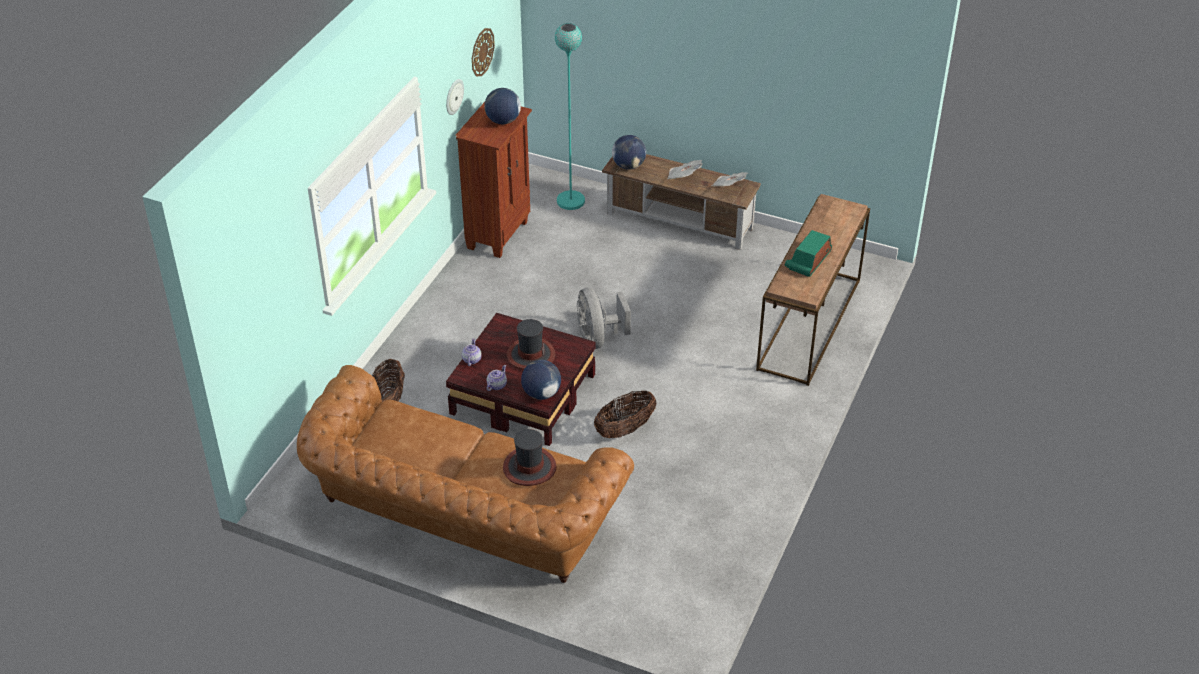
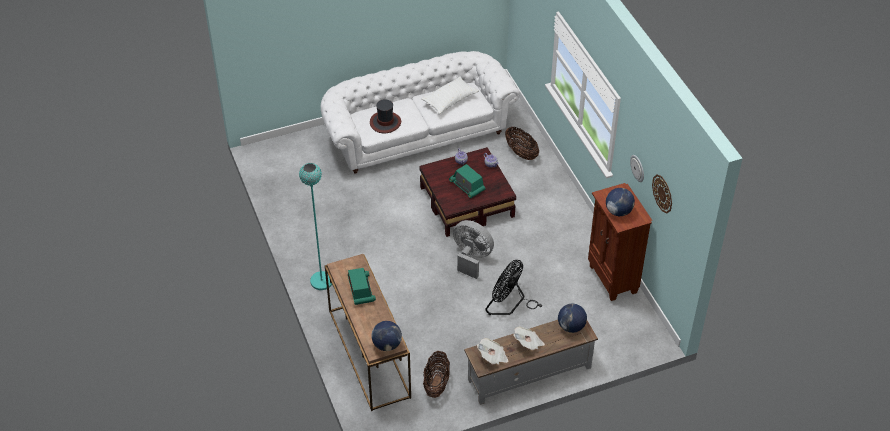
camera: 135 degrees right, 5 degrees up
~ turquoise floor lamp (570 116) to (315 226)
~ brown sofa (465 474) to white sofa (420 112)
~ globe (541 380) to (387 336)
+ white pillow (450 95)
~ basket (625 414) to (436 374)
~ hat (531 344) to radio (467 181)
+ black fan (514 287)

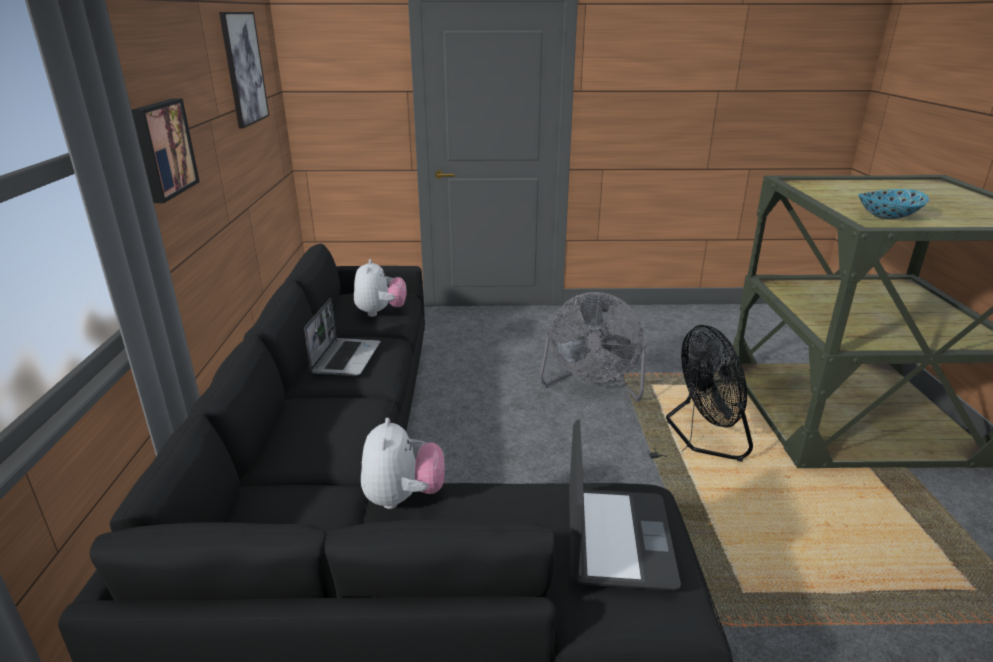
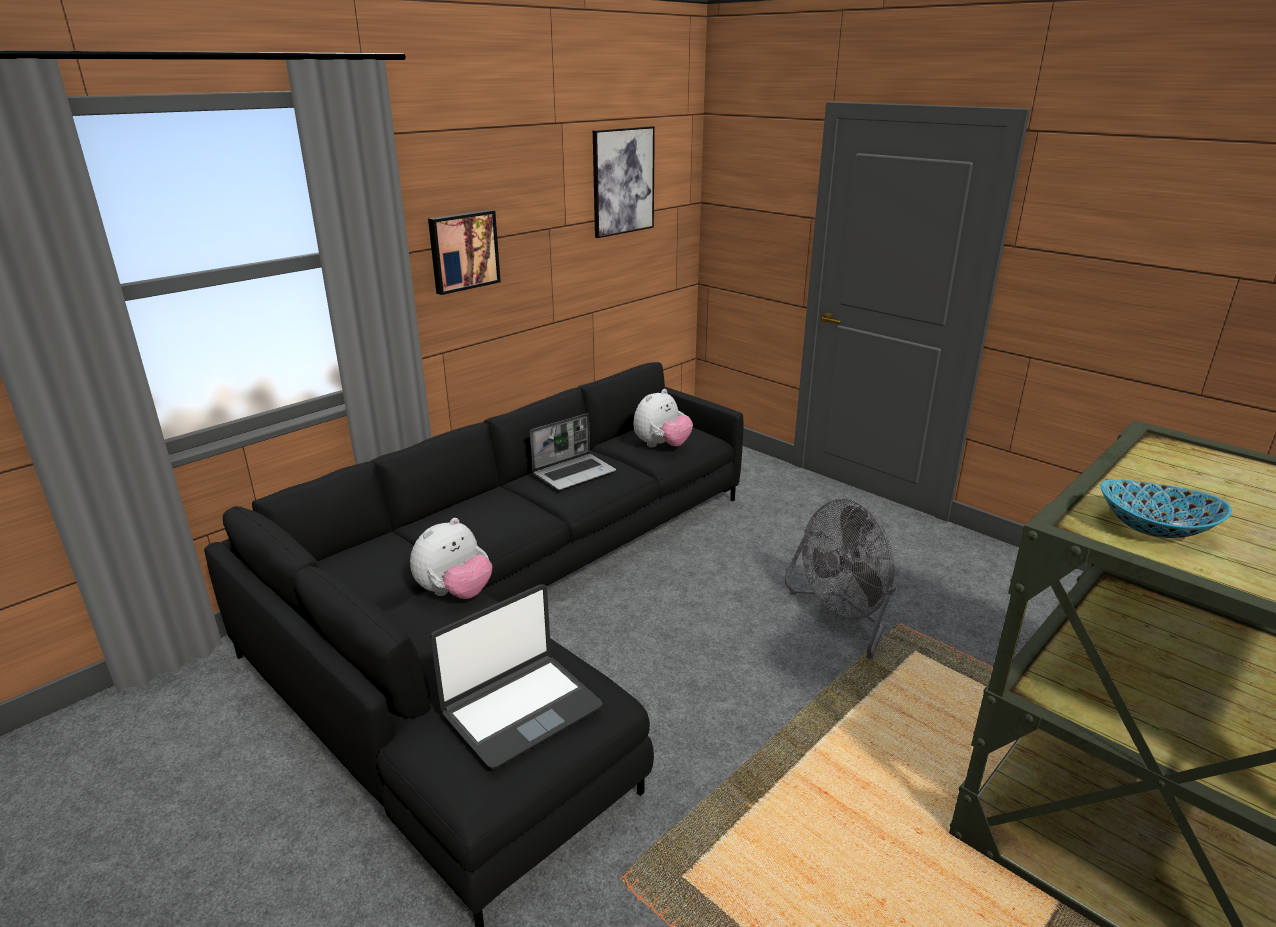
camera: 45 degrees right, 0 degrees up
- black fan (700 393)

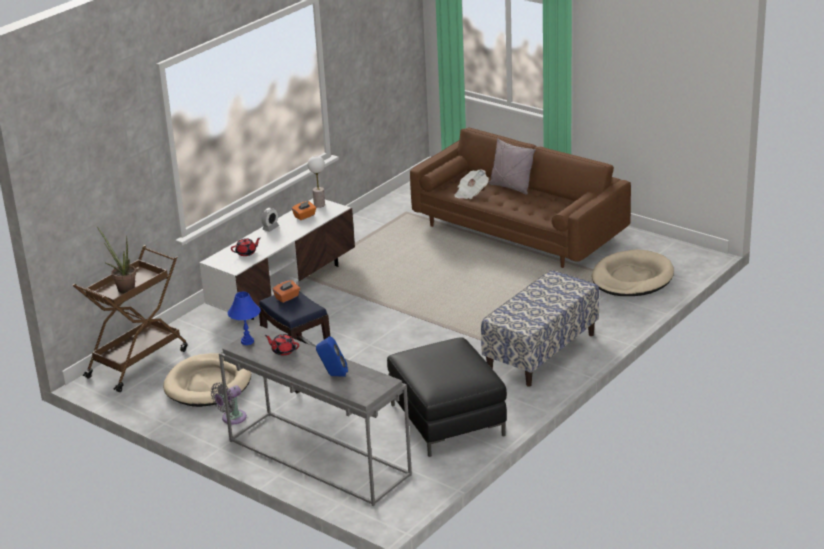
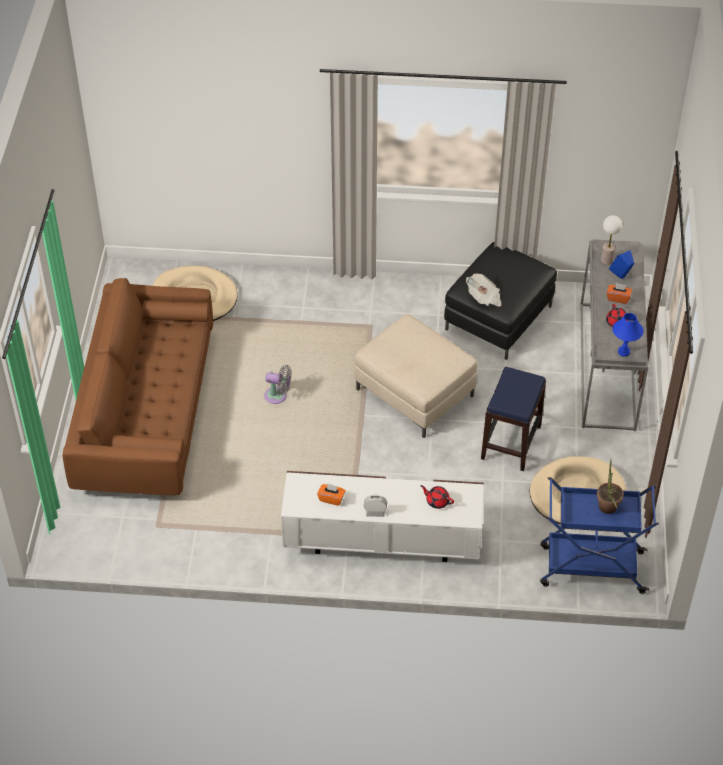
camera: 125 degrees left, 20 degrees up
~ grey fan (229 403) to (278 384)
+ beige ottoman (415 376)
~ newspaper (471 184) to (483 290)
~ brown cart (130 318) to blue cart (599 535)
~ table lamp (316 182) to (611 240)
~ orange tissue box (286 291) to (619 293)
- bench (540 328)
- purple pillow (512 167)

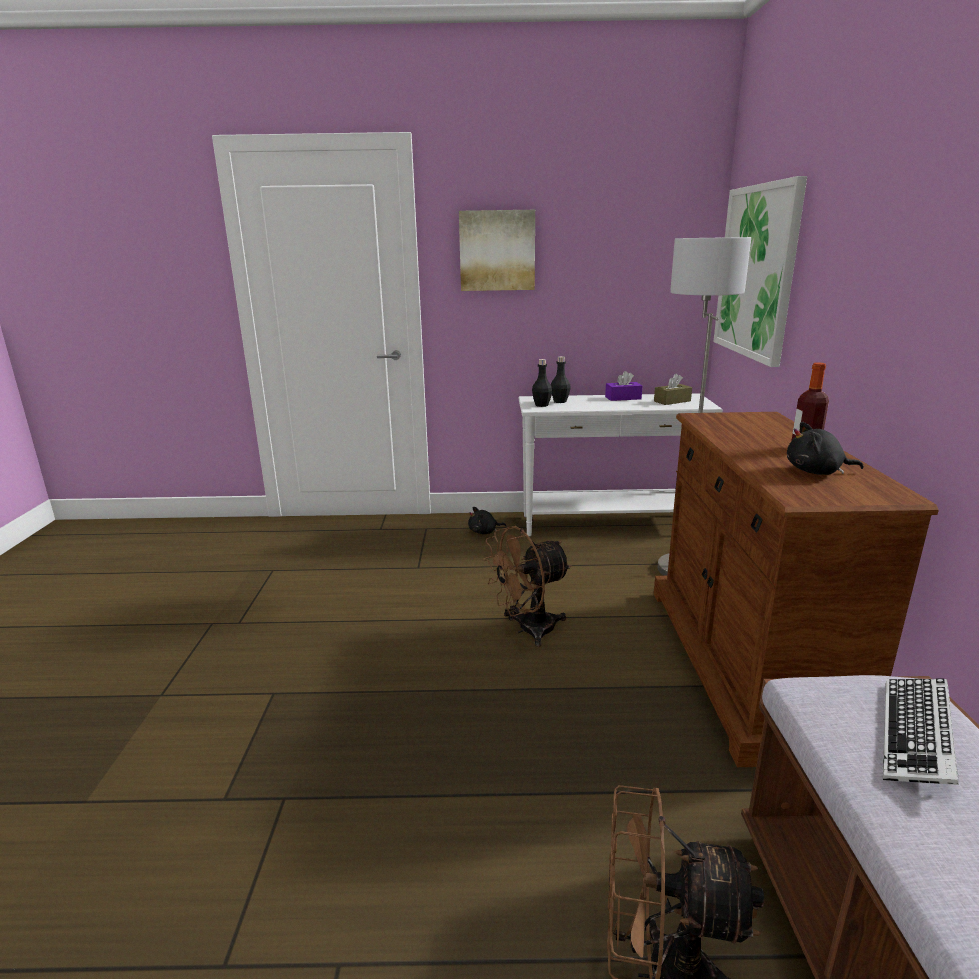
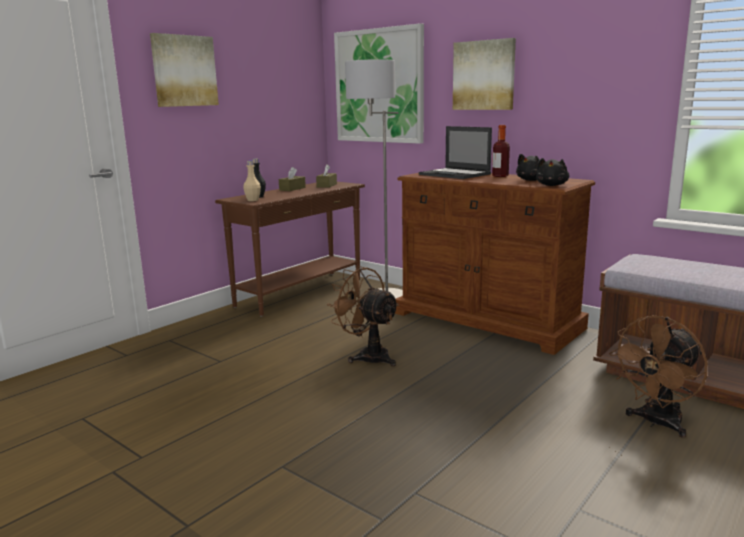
camera: 50 degrees left, 5 degrees down
~ white console table (621 465) to brown console table (290 249)
~ black bottle (542 383) to beige bottle (252 181)
~ purple tissue box (623 386) to brown tissue box (292 179)
~ brown fan (527 586) = (363 316) 120 degrees clockwise
+ laptop (455 152)
+ picture (484 74)
~ black plush toy (487 520) to (552 172)
- keyboard (921 731)

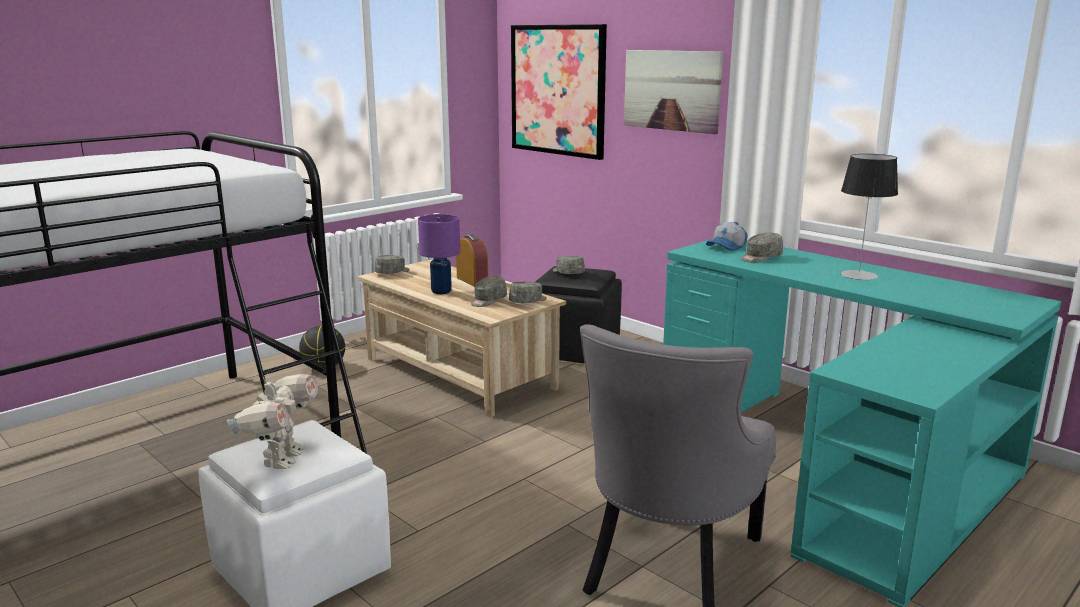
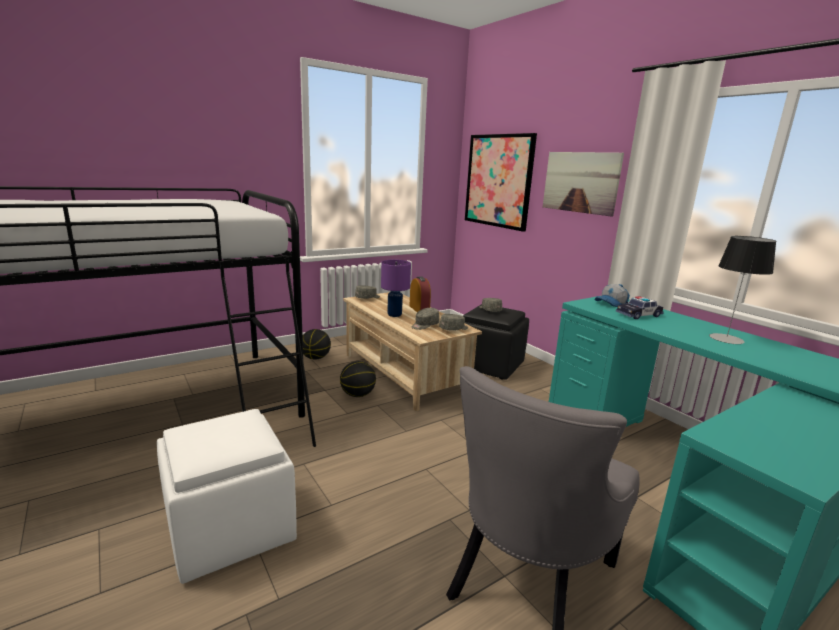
camera: 10 degrees right, 0 degrees up
+ basketball (358 379)
~ grey cap (762 248) to toy car (640 307)
- toy robot (272 421)

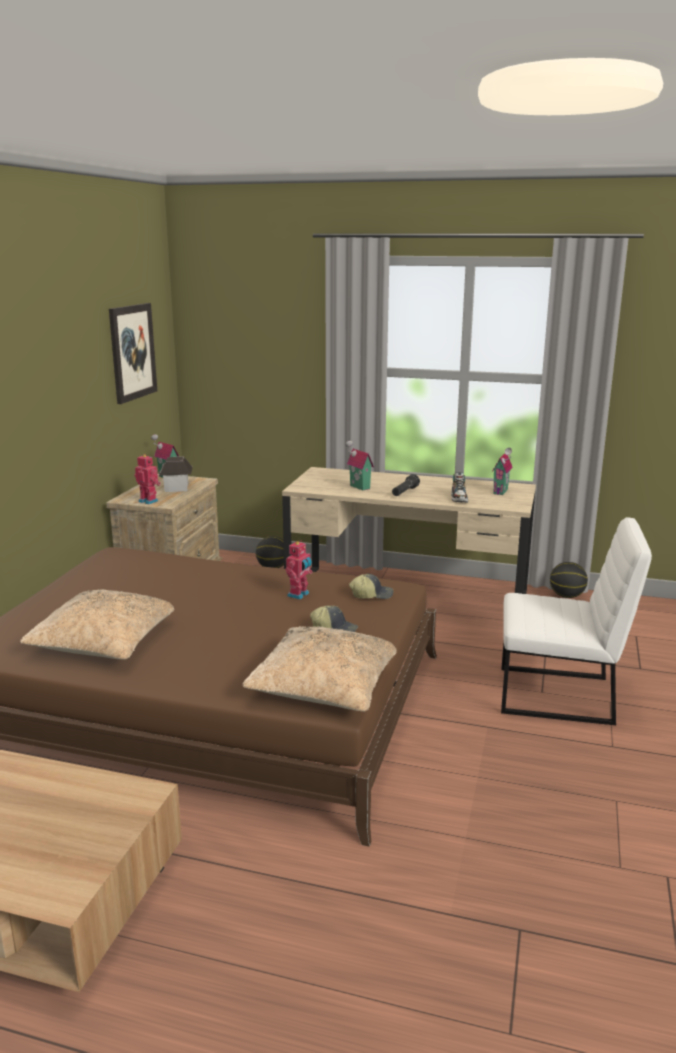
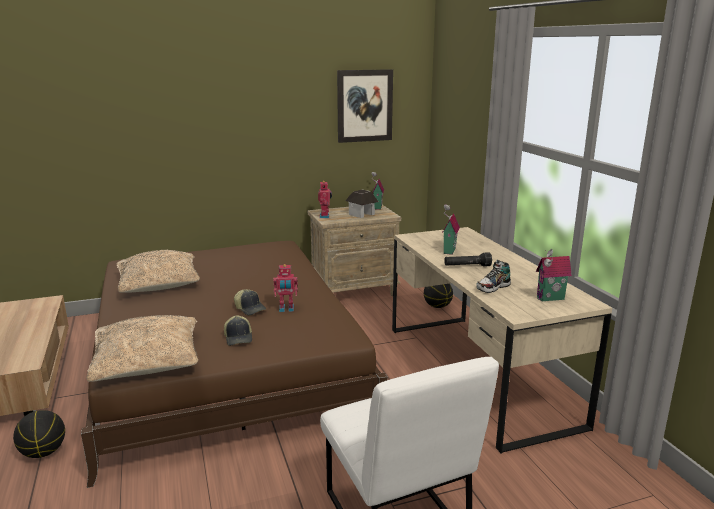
camera: 55 degrees right, 0 degrees up
~ basketball (569 580) to (39 434)
~ cap (371 586) to (250 302)

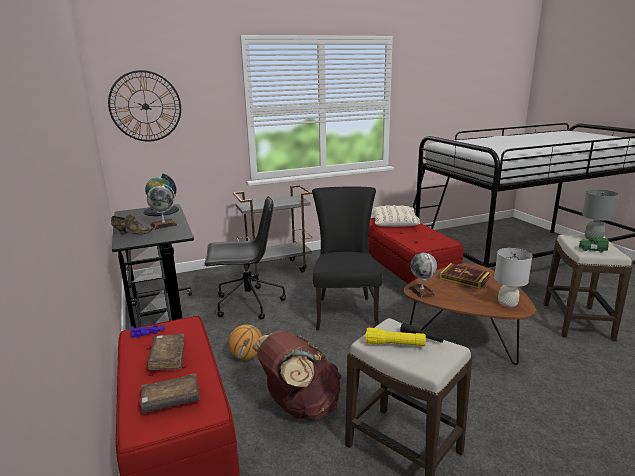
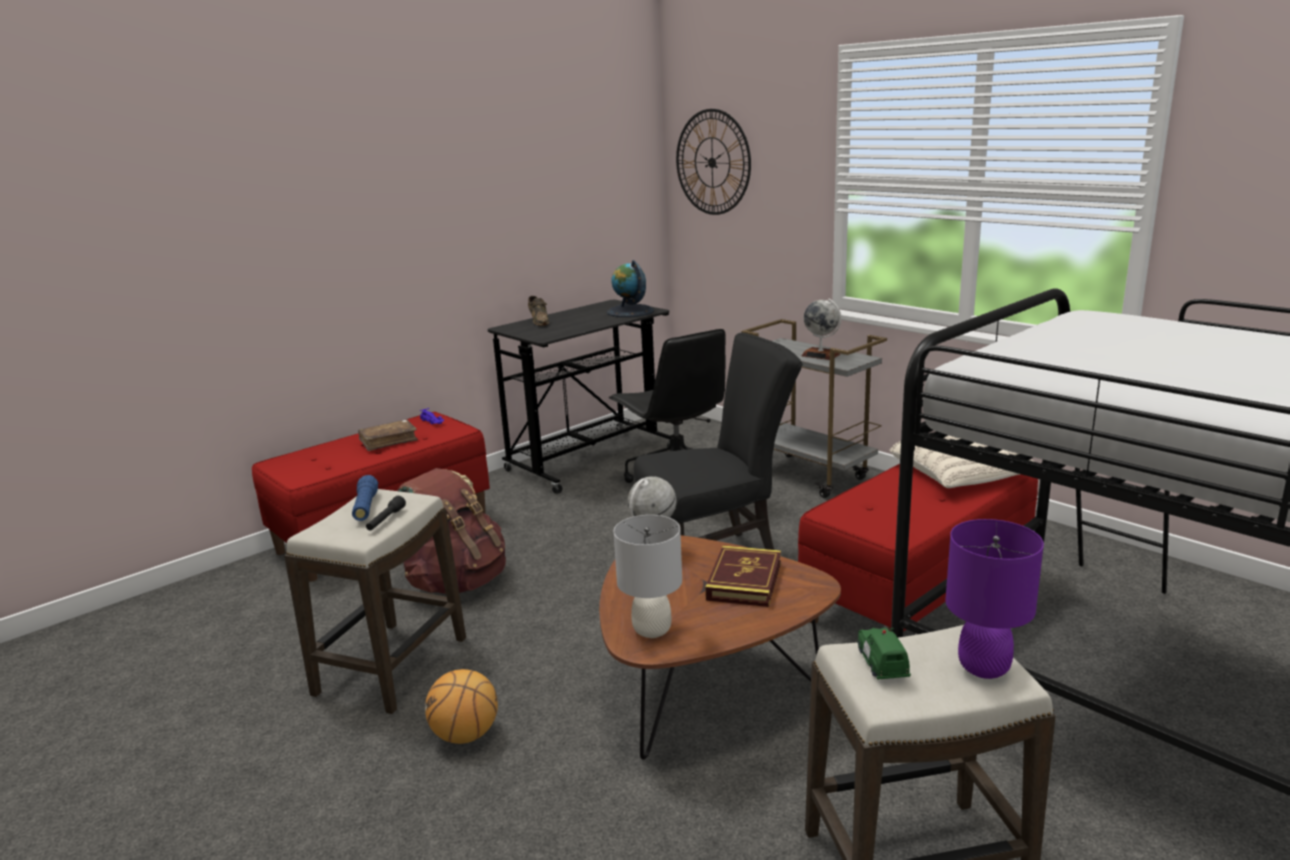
camera: 70 degrees right, 0 degrees up
~ yellow flashlight (395 337) to blue flashlight (365 498)
~ basketball (245 342) to (461 706)
~ globe (162 207) to (821 329)
~ grey table lamp (600 214) to purple table lamp (994 599)
- brown book (170 393)

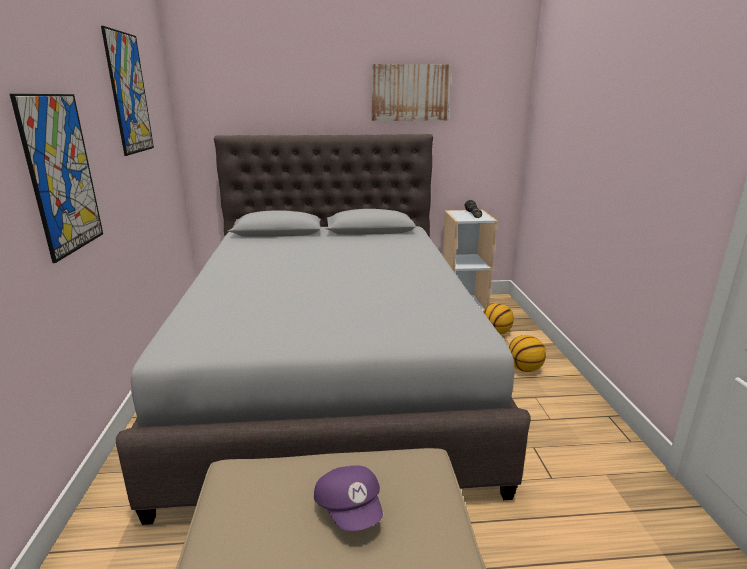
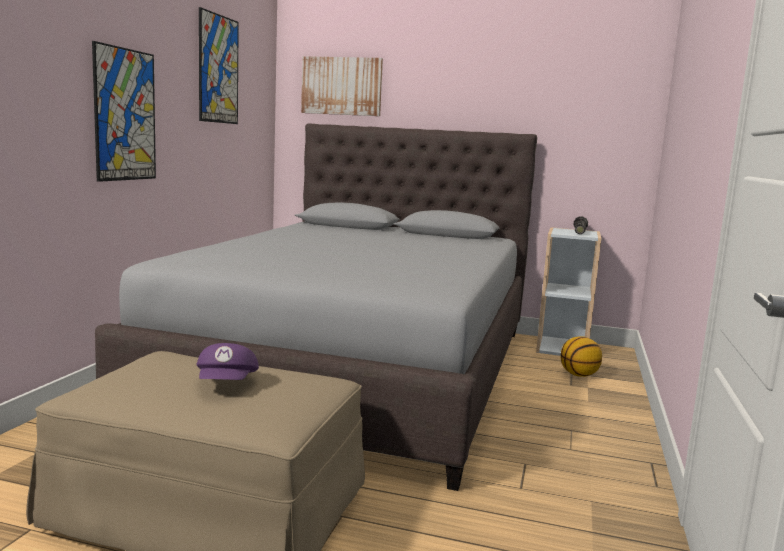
camera: 20 degrees right, 10 degrees down
~ picture (412 92) to (342 86)
- basketball (527 353)

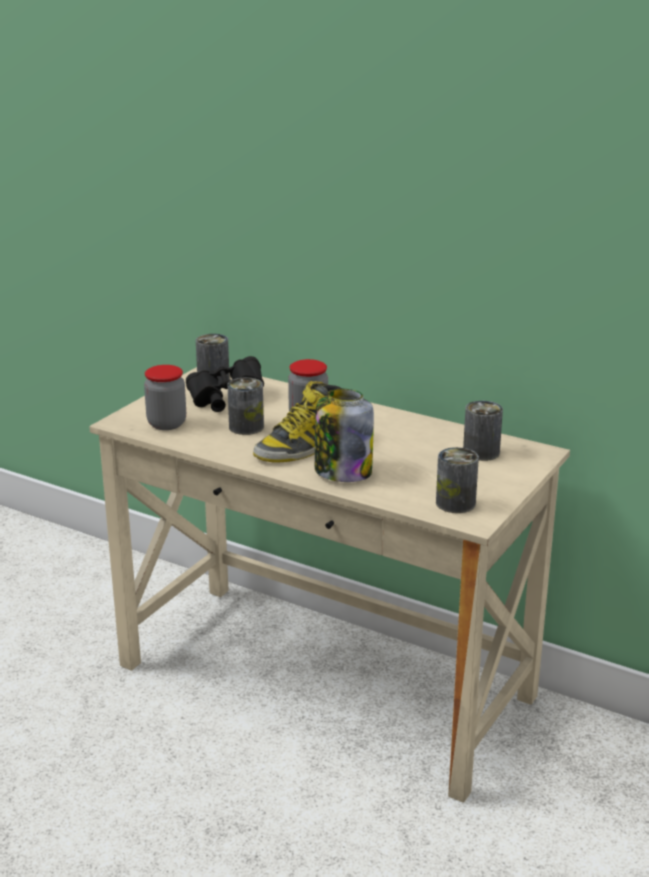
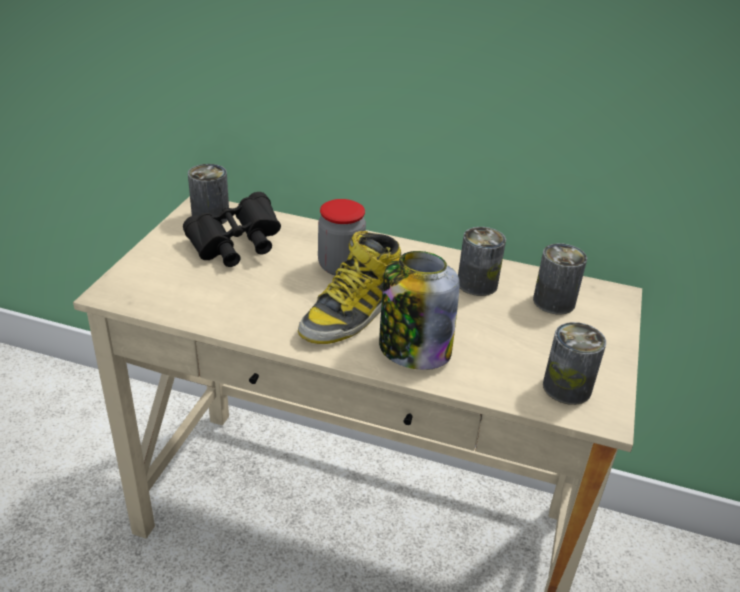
camera: 15 degrees left, 10 degrees up
~ can (245 406) to (482 261)
- jar (165 397)

